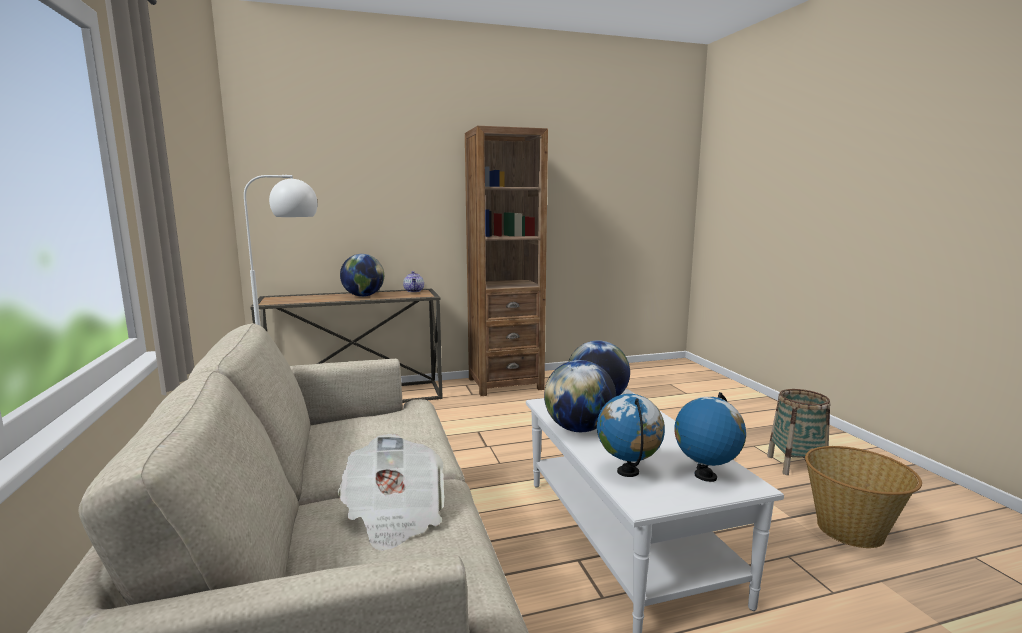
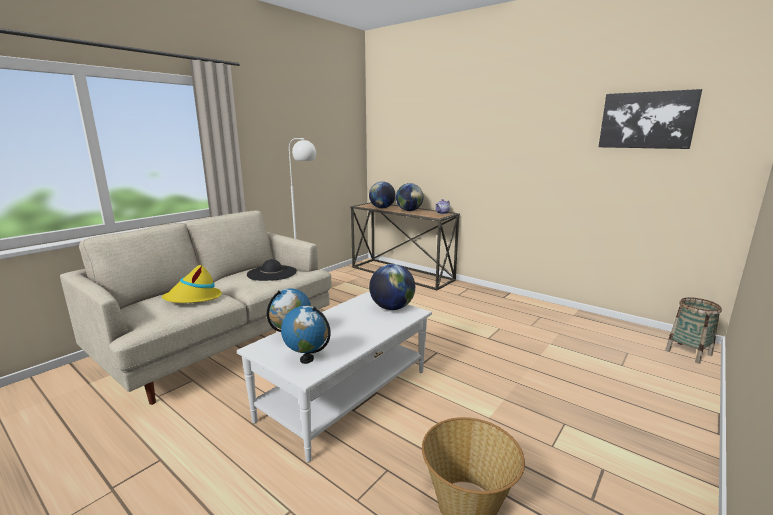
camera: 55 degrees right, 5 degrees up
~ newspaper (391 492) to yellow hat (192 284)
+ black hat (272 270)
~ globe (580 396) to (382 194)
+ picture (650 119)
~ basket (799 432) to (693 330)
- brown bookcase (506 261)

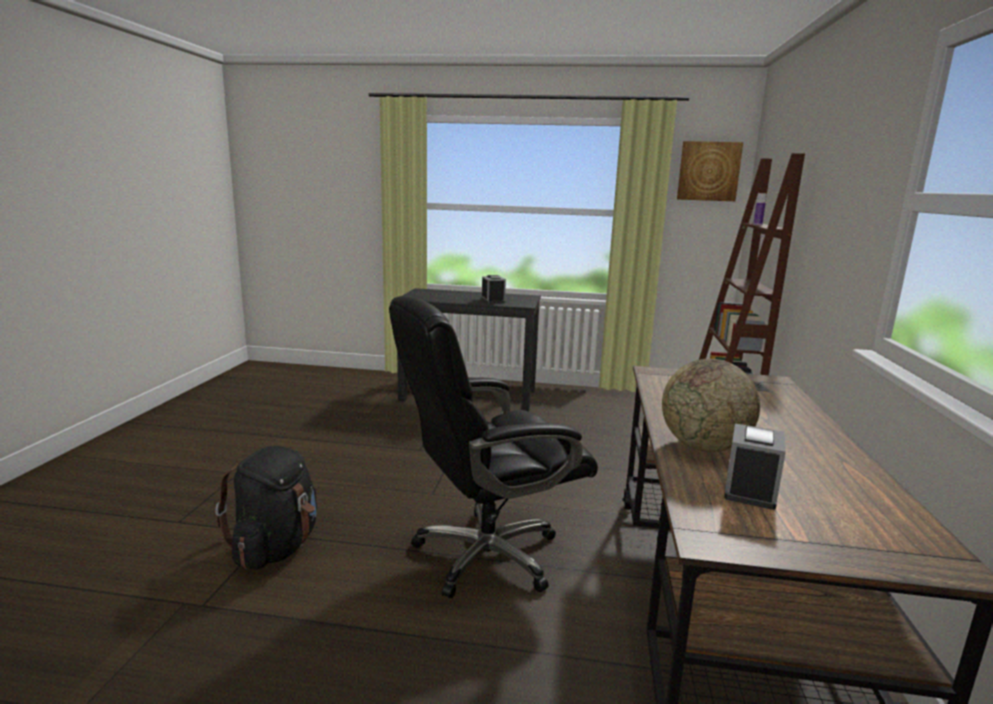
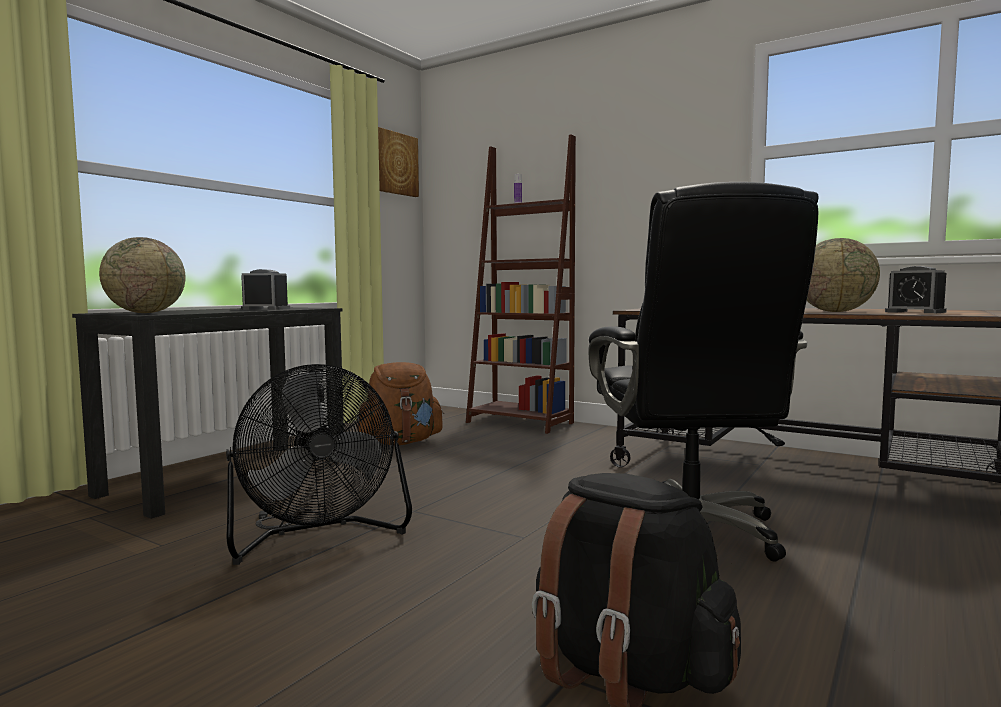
camera: 65 degrees left, 10 degrees down
+ globe (142 275)
+ black fan (319 464)
+ brown backpack (400 403)

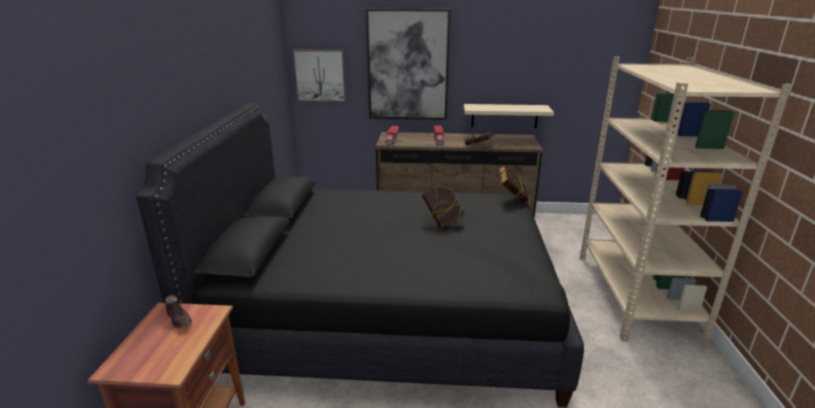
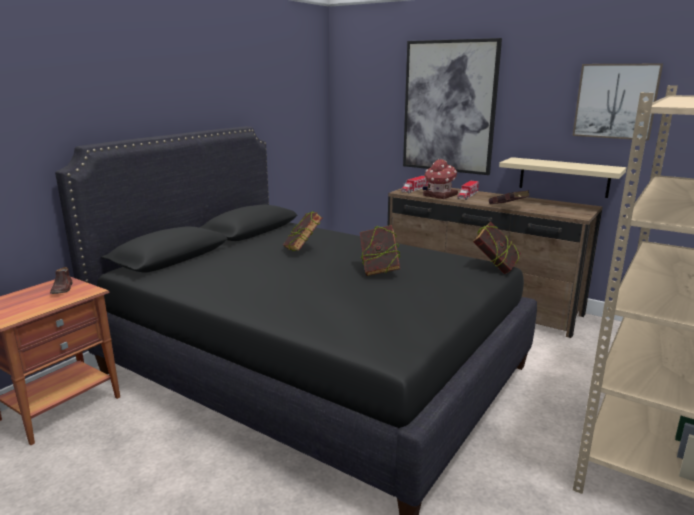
camera: 30 degrees right, 5 degrees down
+ book (303 231)
+ toy house (440 179)
~ picture (319 75) to (617 102)

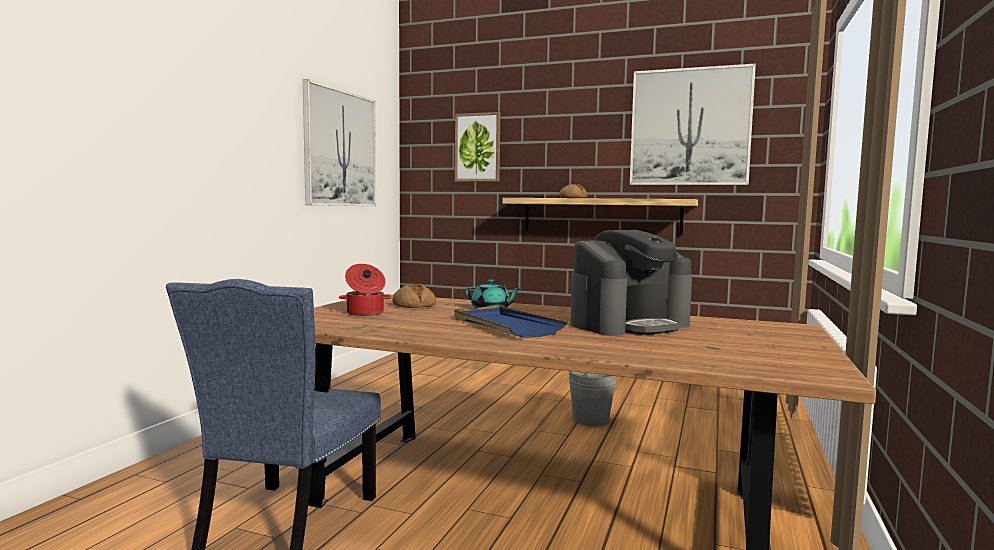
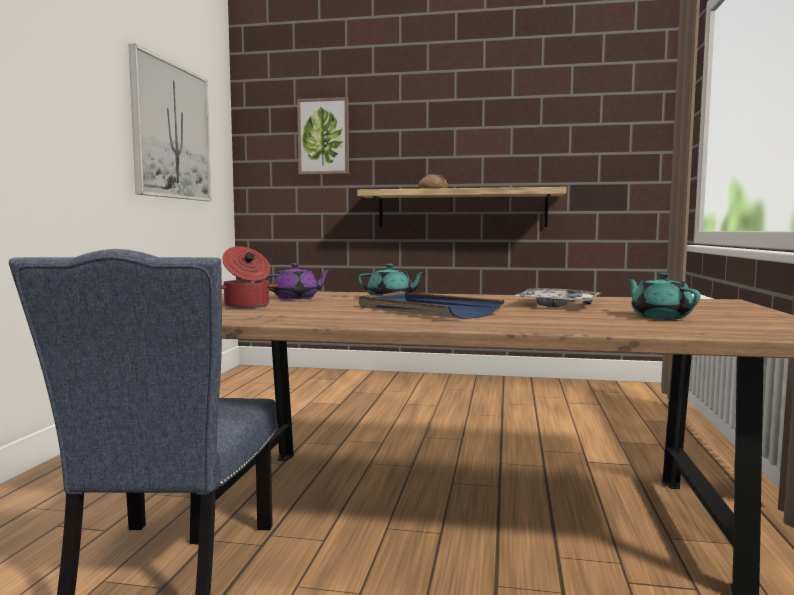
camera: 10 degrees left, 0 degrees up
~ bread (414 296) to purple teapot (297 281)
~ coffee machine (631 283) to tray (557 297)
+ turquoise teapot (664 296)
- grey bucket (592 398)
- picture (693 124)

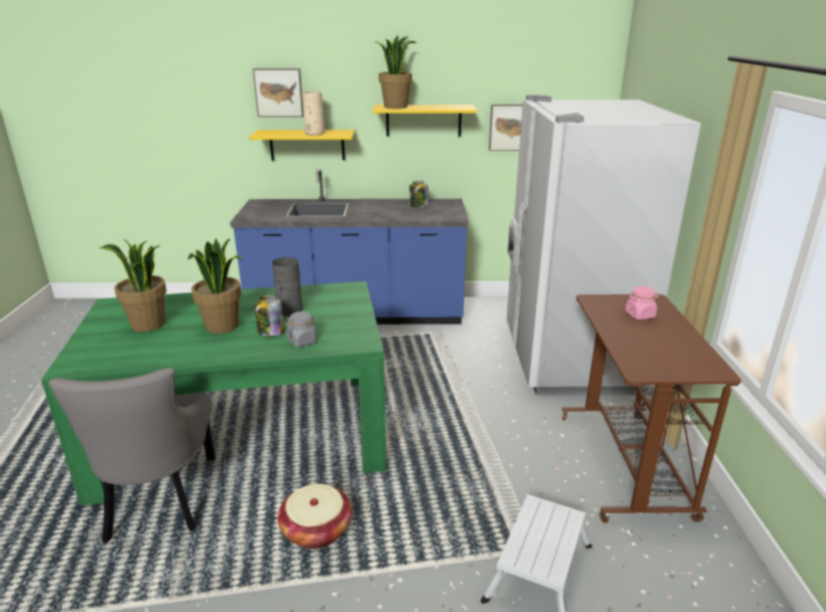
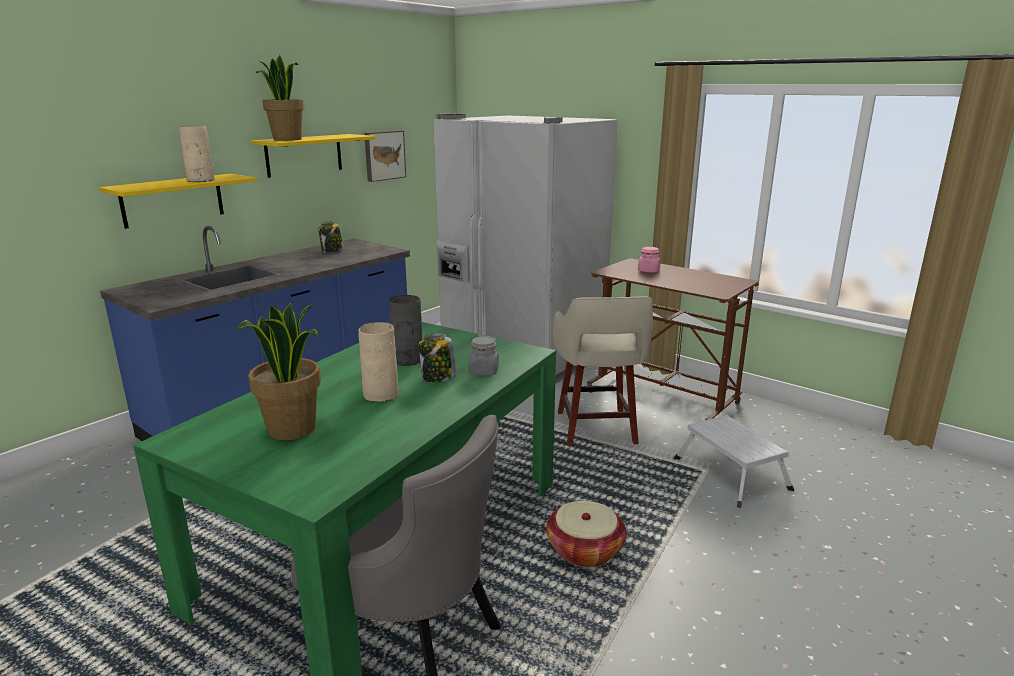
camera: 50 degrees left, 5 degrees down
~ potted plant (215 286) to beige vase (378 362)
+ beige stool (603 371)
- picture (278 93)

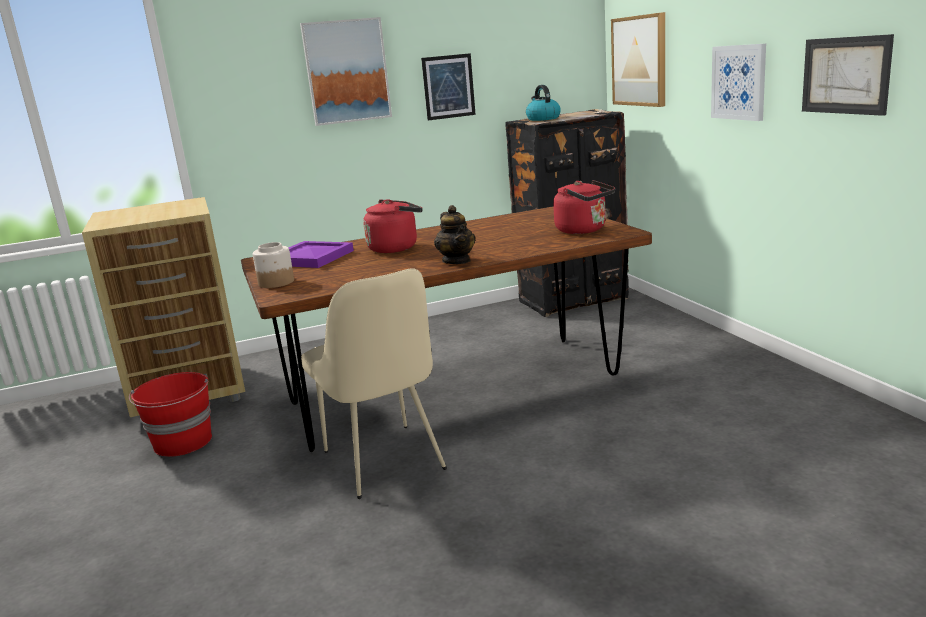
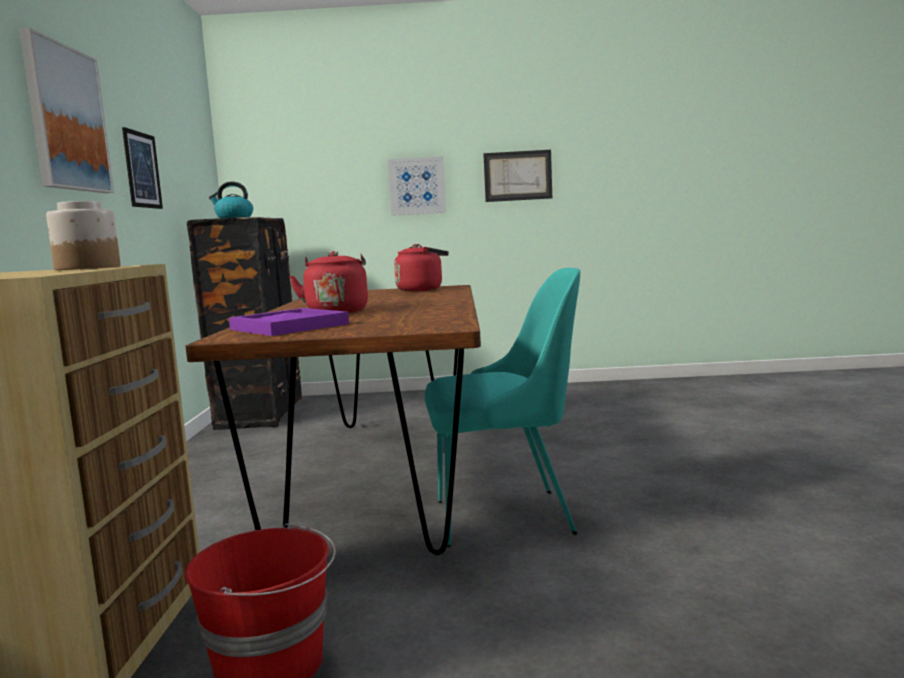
camera: 70 degrees left, 10 degrees down
~ jar (273 265) to (83 235)
~ beige chair (374 383) to turquoise chair (502 407)
- teapot (454 234)
- picture (638 59)

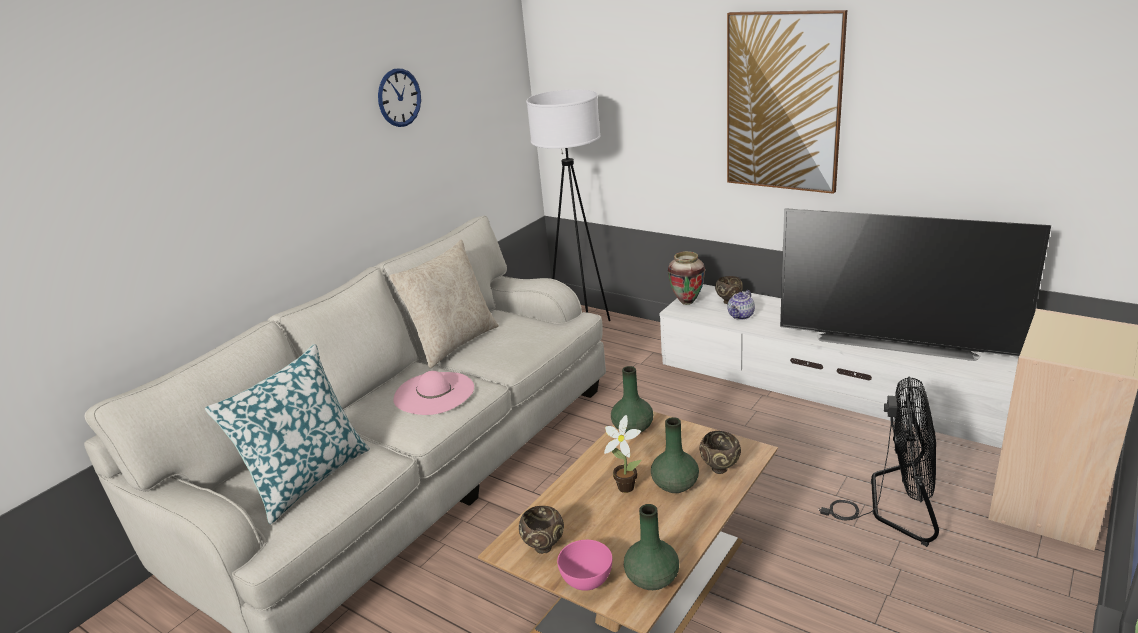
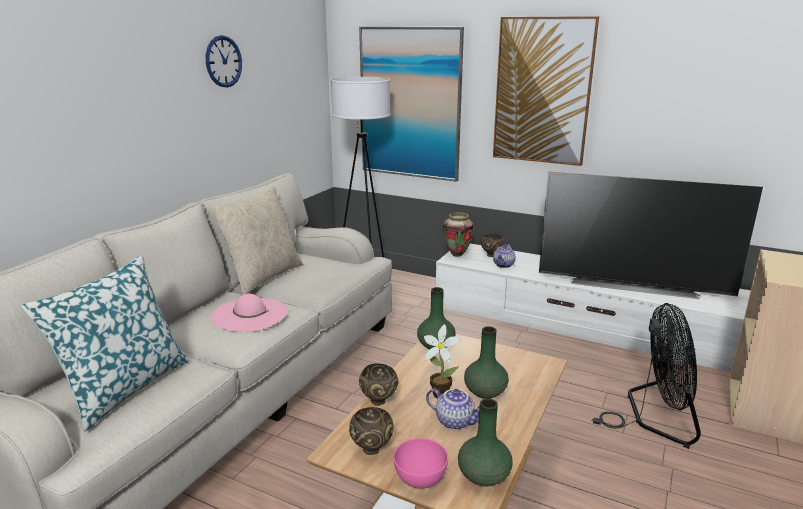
camera: 10 degrees left, 5 degrees down
+ picture (411 104)
~ brown bowl (720 452) to (378 384)
+ teapot (453 409)

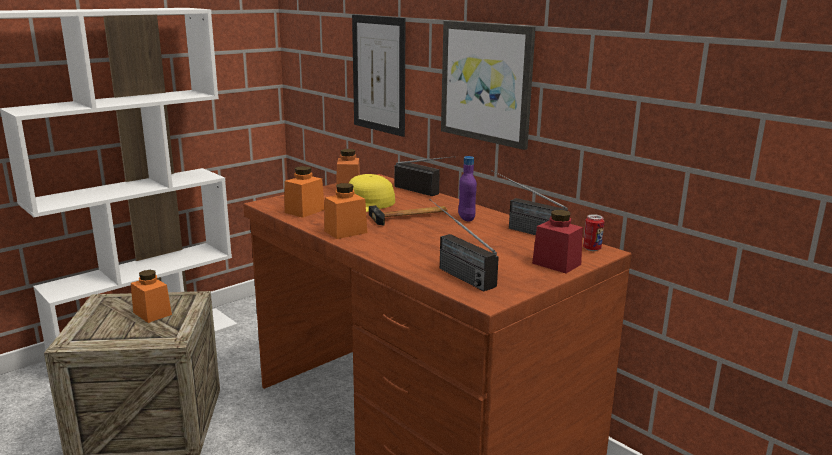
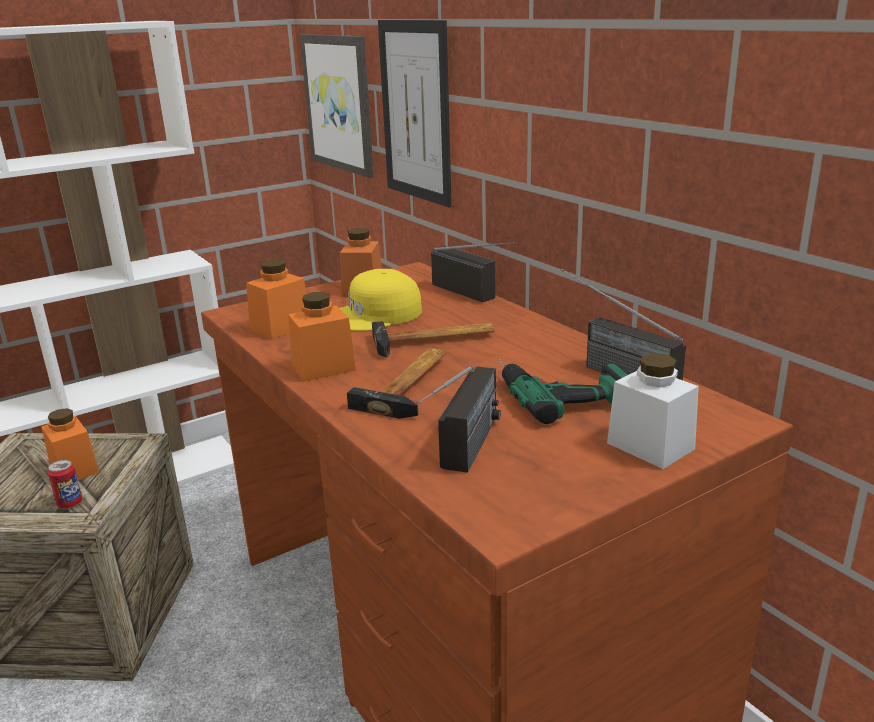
camera: 10 degrees right, 5 degrees up
~ can (593 232) to (65 484)
~ picture (488 85) to (337 106)
+ hammer (396 383)
~ radio (464 245) = (458 419) 135 degrees counterclockwise
+ power drill (564 391)
~ red jar (557 241) to white jar (653 411)
- purple bottle (467 189)

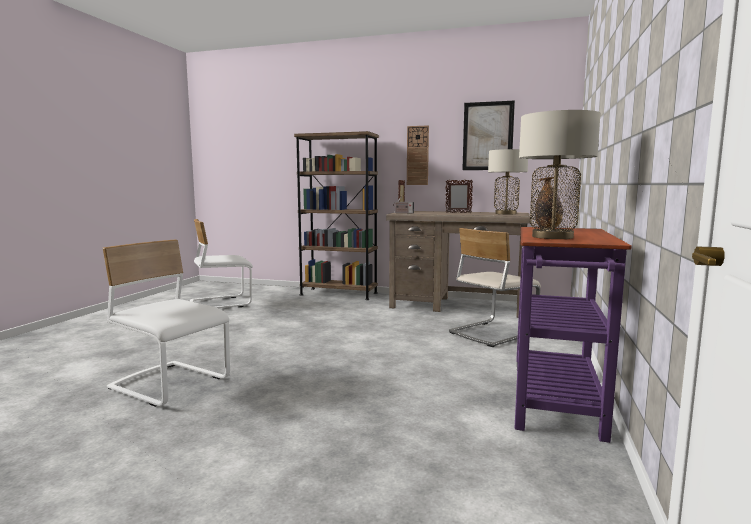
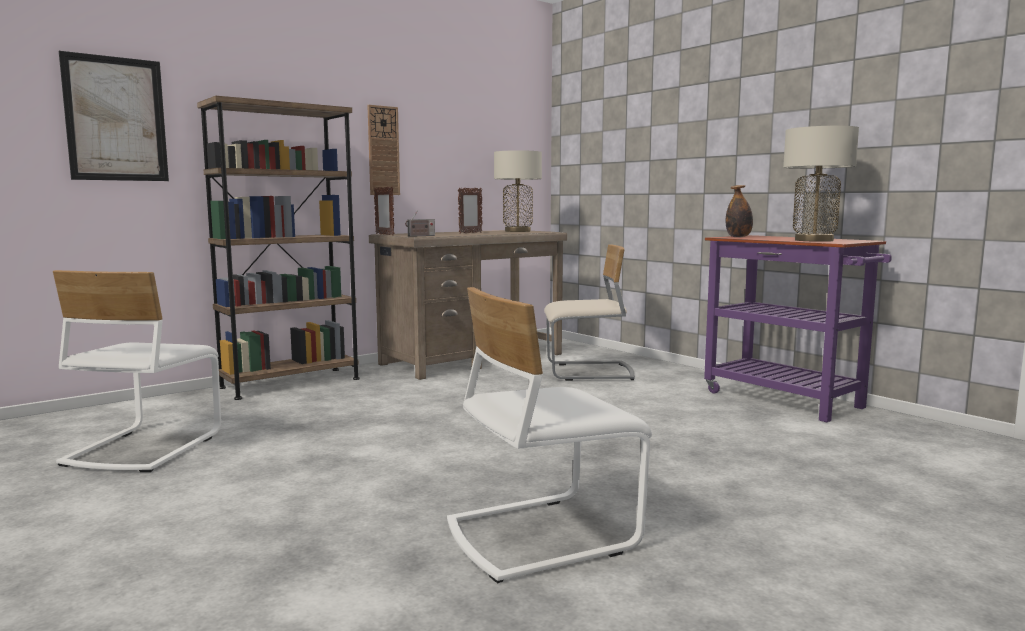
camera: 55 degrees left, 0 degrees up
~ picture (488 135) to (114 116)
~ beige chair (495 287) = (589 312) 90 degrees counterclockwise

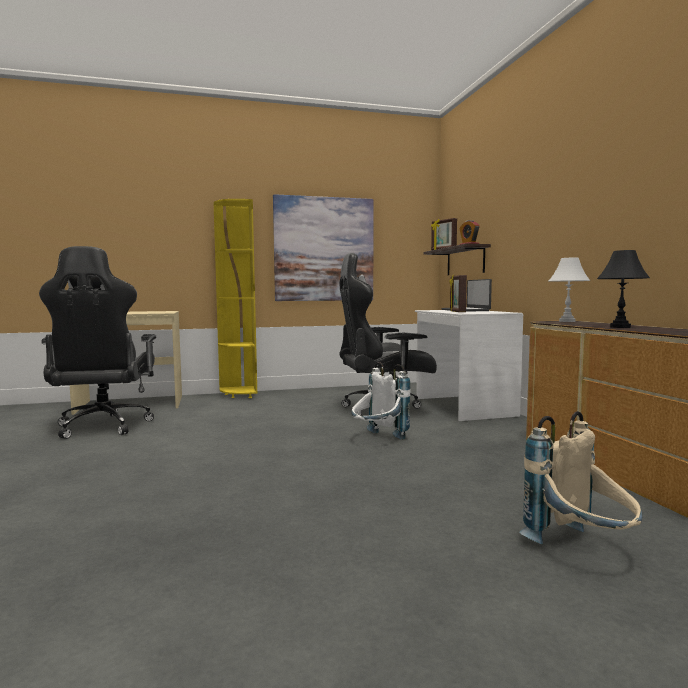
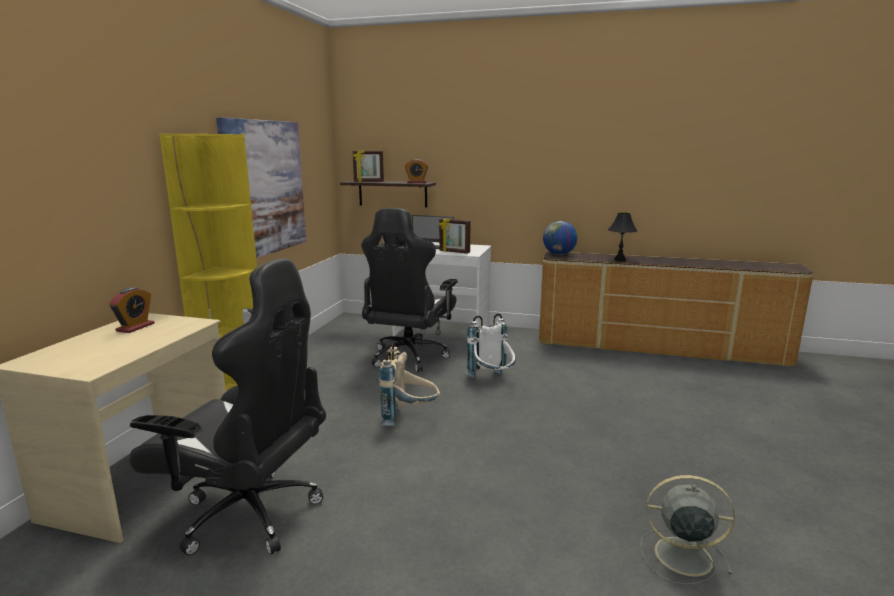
camera: 60 degrees left, 10 degrees up
+ alarm clock (131 310)
~ beige backpack (580 477) to (409 384)
~ white table lamp (569 289) to globe (560 238)
+ grey fan (687 530)

